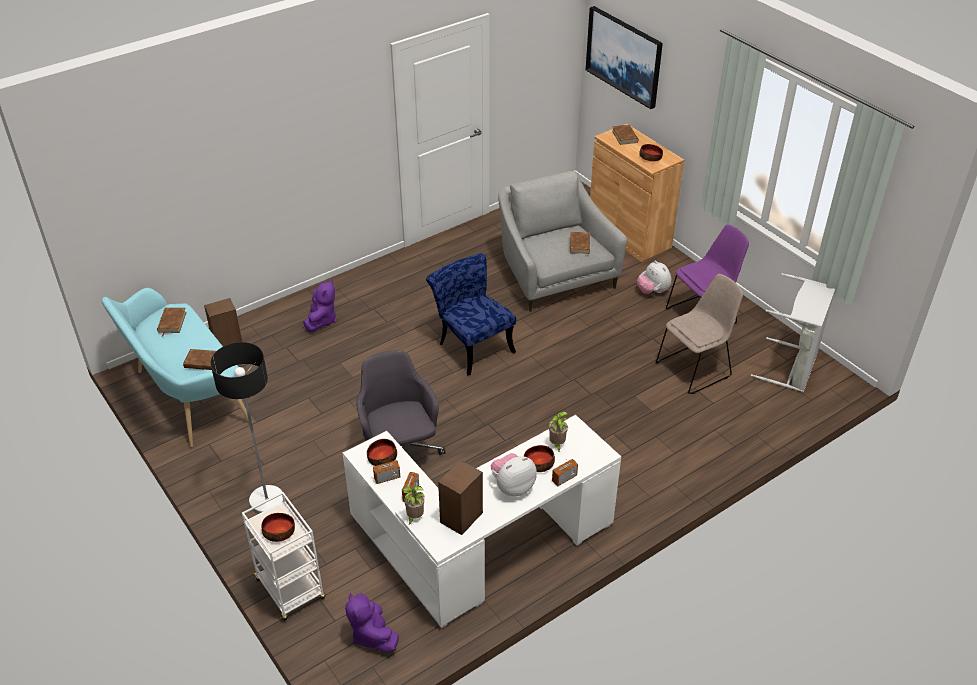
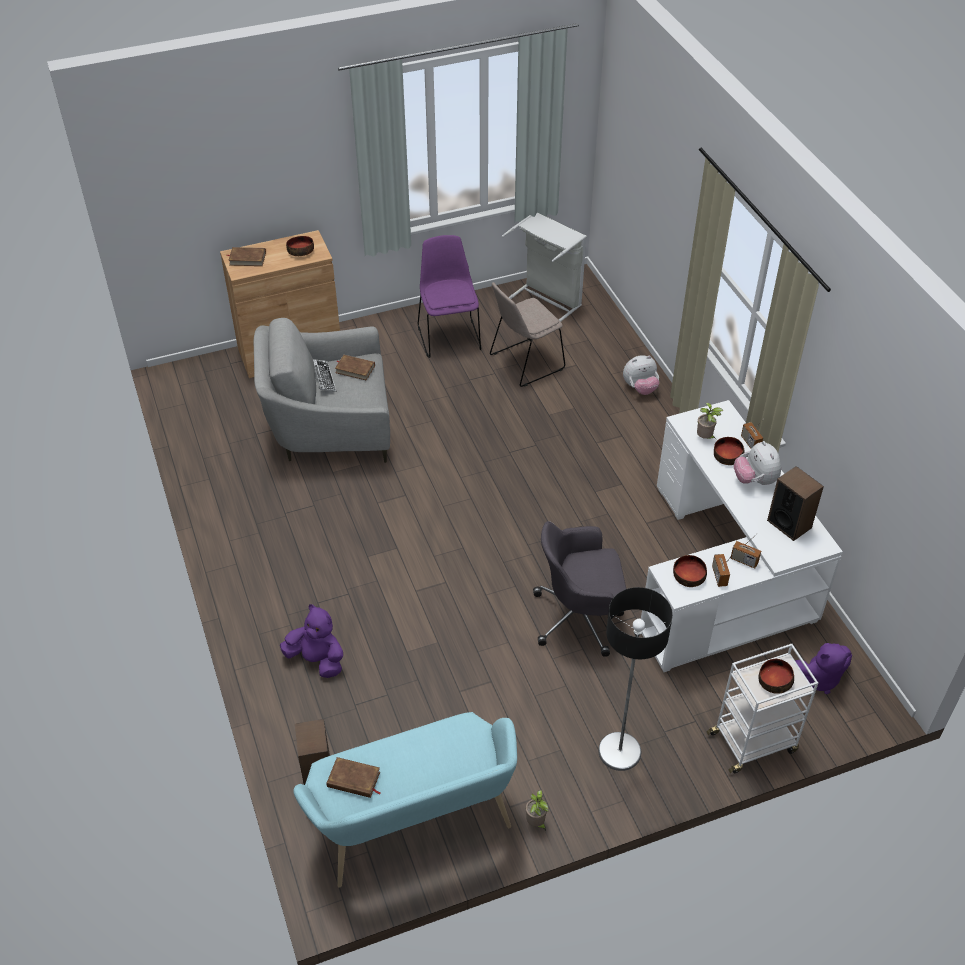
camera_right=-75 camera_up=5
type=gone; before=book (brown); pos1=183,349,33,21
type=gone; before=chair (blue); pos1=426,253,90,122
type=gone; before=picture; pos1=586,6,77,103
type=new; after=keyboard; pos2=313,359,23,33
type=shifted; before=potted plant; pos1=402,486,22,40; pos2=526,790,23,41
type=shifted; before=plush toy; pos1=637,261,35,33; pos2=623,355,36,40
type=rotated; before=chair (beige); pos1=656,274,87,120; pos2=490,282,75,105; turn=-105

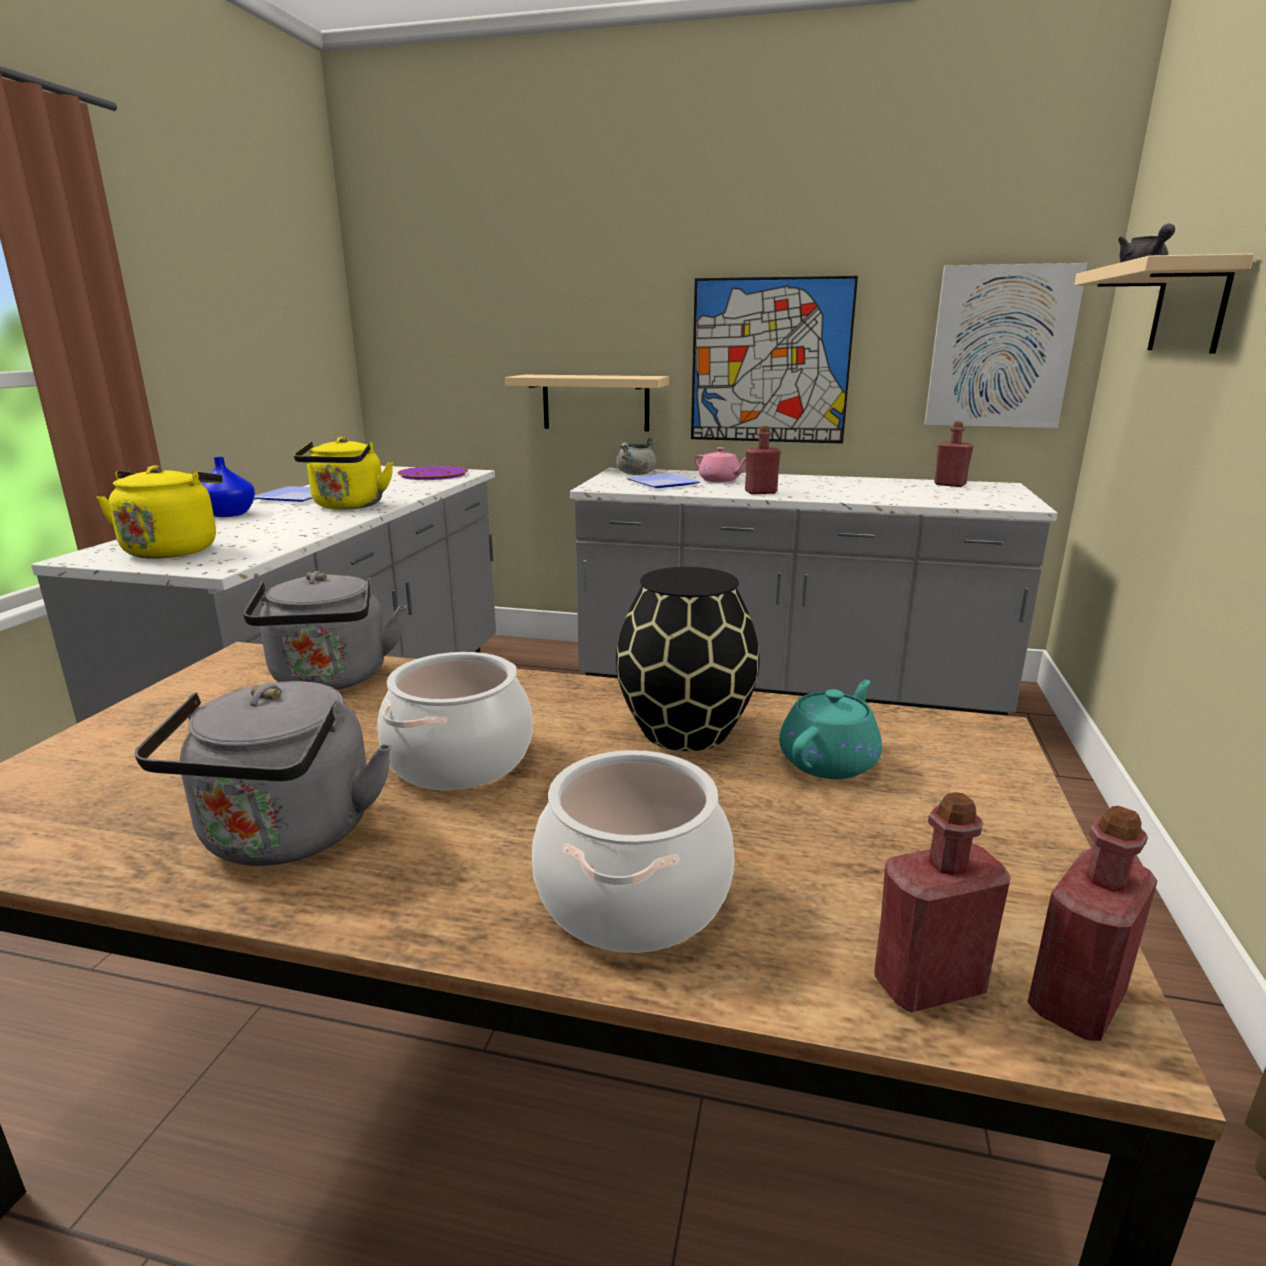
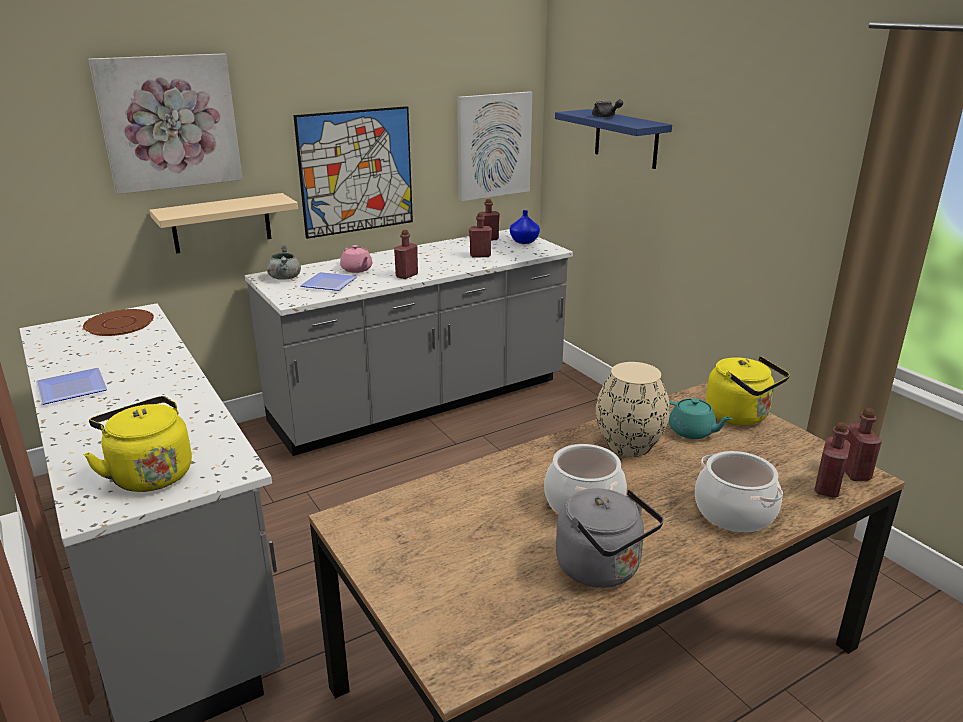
camera_right=-45 camera_up=5
type=gone; before=kettle (grey); pos1=243,571,163,119
type=new; after=picture; pos2=88,53,155,141
type=new; after=bottle (red); pos2=469,213,23,45
type=shifted; before=vase (blue); pos1=201,457,54,60; pos2=510,210,30,34
type=shifted; before=kettle (yellow); pos1=294,437,100,73; pos2=706,356,84,69
type=repainted; before=plate (purple); after=plate (brown); pos1=398,466,70,14; pos2=83,309,71,27
type=repainted; before=vase (black); after=vase (beige); pos1=616,567,144,184; pos2=596,362,74,95
type=repainted; before=shelf (beige); after=shelf (blue); pos1=1074,253,180,101; pos2=555,109,117,60
type=rotated; before=teapot (pink); pos1=694,447,52,35; pos2=340,245,32,28; turn=60
type=rotated; before=teapot (turquoise); pos1=779,680,103,99; pos2=669,398,64,41; turn=135

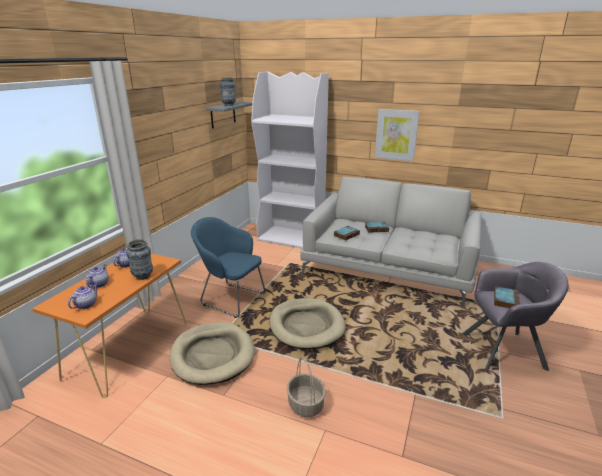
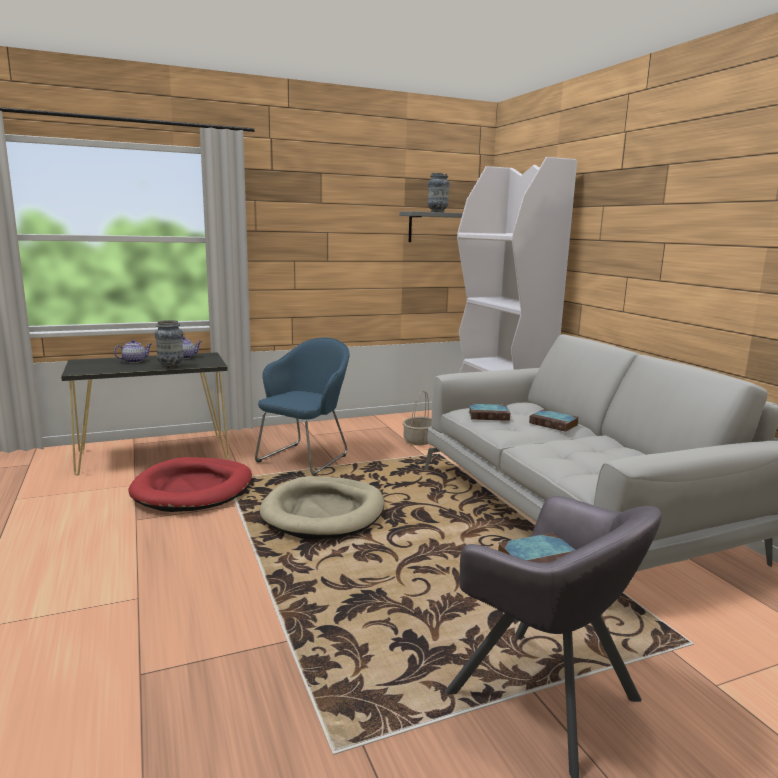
camera_right=45 camera_up=-10
type=gone; before=teapot; pos1=68,283,30,26
type=gone; before=picture; pos1=375,109,45,52
type=shifted; before=basket; pos1=287,356,38,61; pos2=403,390,29,55
type=repainted; before=console table (orange); after=console table (black); pos1=32,253,155,145; pos2=61,352,168,123
type=repainted; before=dog bed (beige); after=dog bed (red); pos1=170,322,85,63; pos2=128,457,124,55
type=rotated; before=armchair (blue); pos1=191,217,75,101; pos2=255,337,94,138; turn=45

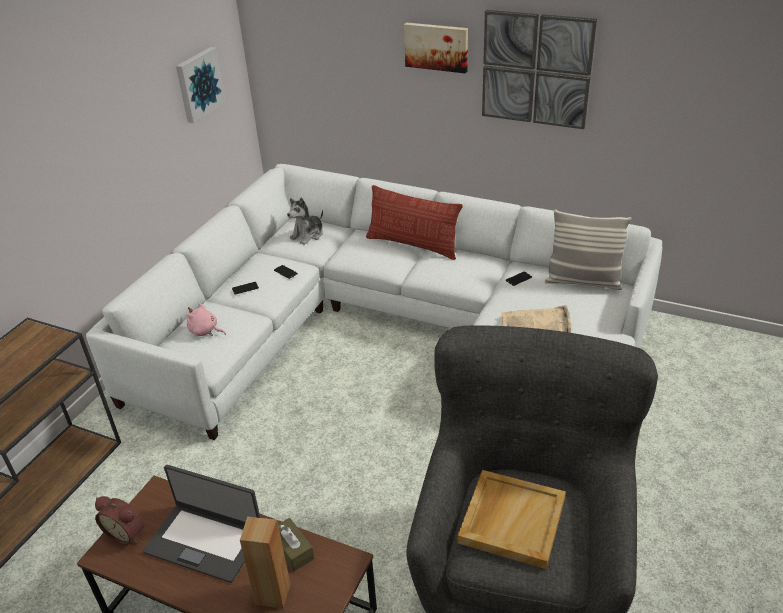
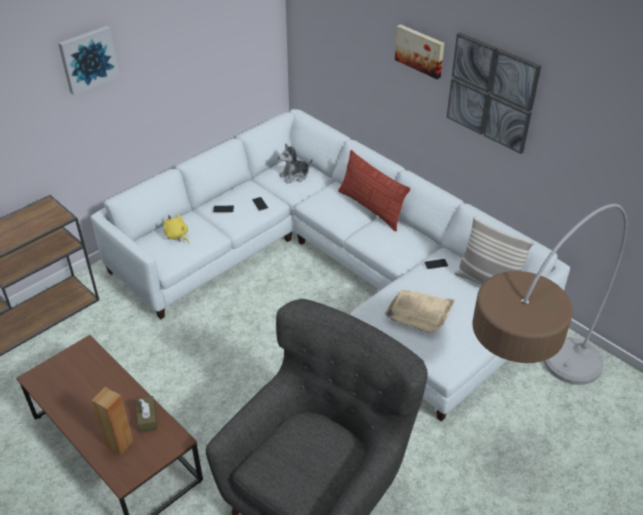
camera_right=20 camera_up=5
type=gone; before=alarm clock; pos1=95,496,49,49
type=gone; before=laptop; pos1=143,465,117,118
type=gone; before=tray (beige); pos1=458,470,108,99
type=new; after=floor lamp; pos2=472,204,155,181
type=shifted; before=picture; pos1=176,47,50,76; pos2=58,26,62,69
type=repainted; before=plush toy (pink); after=plush toy (yellow); pos1=186,302,40,34; pos2=164,214,25,29

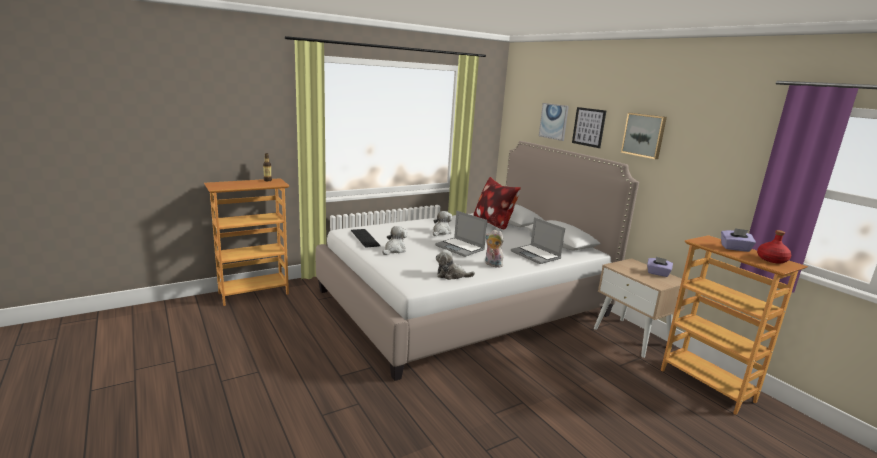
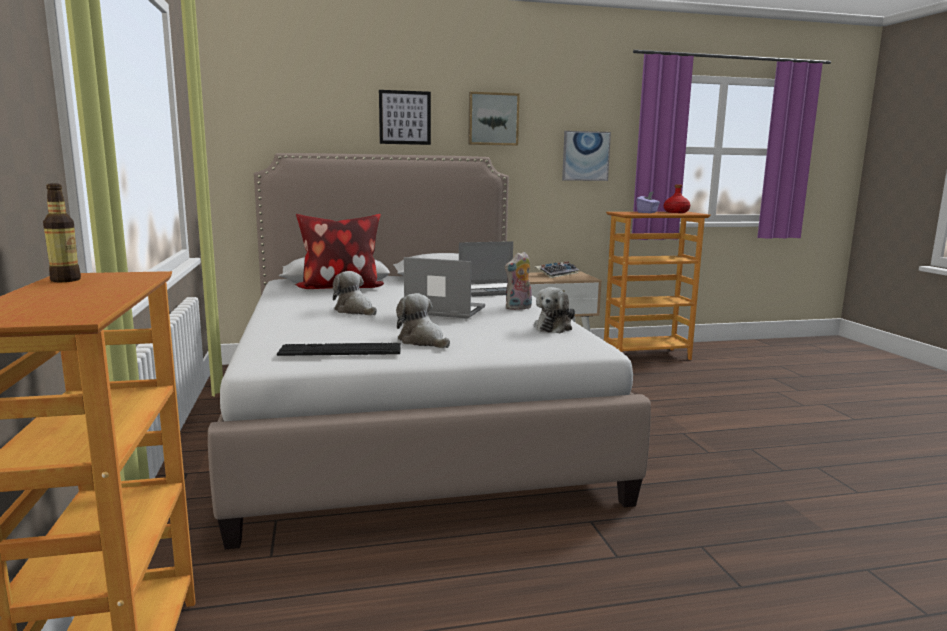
camera_right=-70 camera_up=-5
type=shifted; before=picture; pos1=539,103,30,38; pos2=562,131,49,50
type=swapped; before=tissue box (purple); after=keyboard; pos1=647,257,26,20; pos2=535,261,44,17
type=rotated; before=laptop; pos1=435,211,52,46; pos2=404,257,81,62; turn=-135

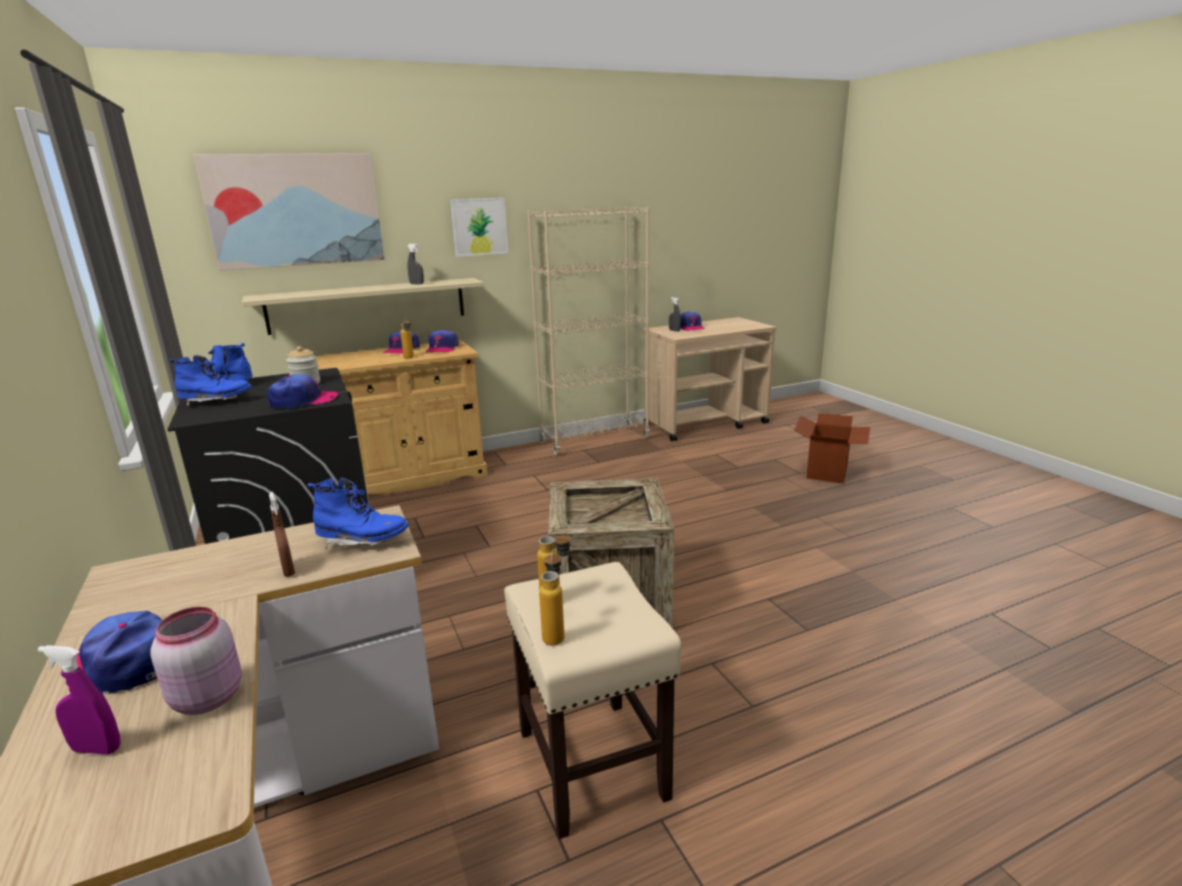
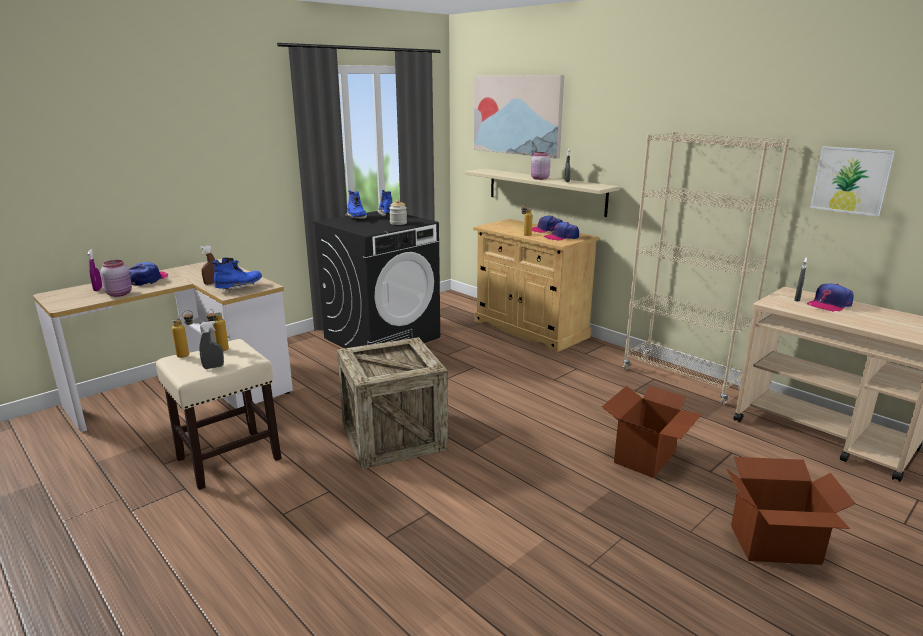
camera_right=70 camera_up=0
type=gone; before=cap; pos1=267,374,71,35
type=new; after=spray bottle (grey); pos2=199,321,25,48
type=new; after=jar (pink); pos2=531,152,19,28
type=new; after=cardboard box; pos2=602,386,100,92
type=shifted; before=picture; pos1=450,198,58,59; pos2=810,146,85,71
type=rotated; before=boot (blue); pos1=308,478,101,71; pos2=212,257,50,36; turn=-120

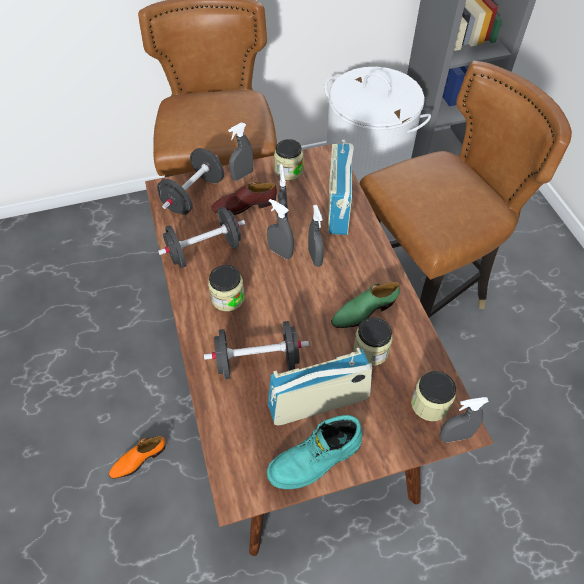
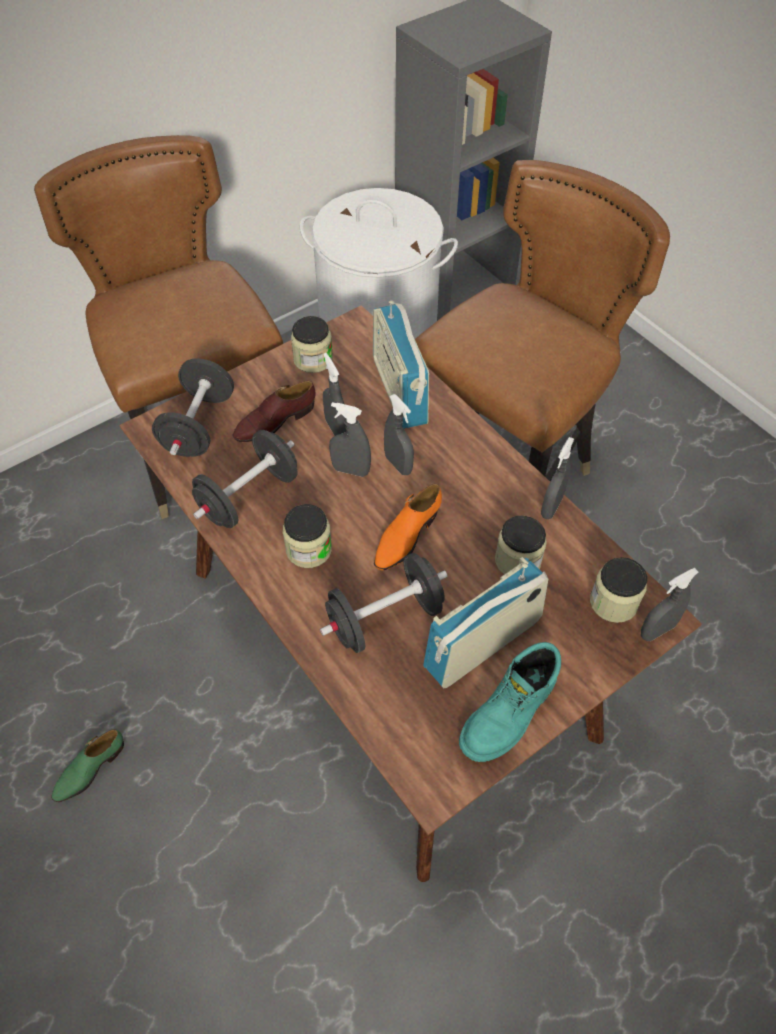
camera_right=-20 camera_up=0
type=shifted; before=shoe (orange); pos1=109,436,57,43; pos2=374,484,68,86
type=shifted; before=spray bottle (grey); pos1=228,123,25,58; pos2=541,437,33,82
type=shifted; before=shoe (green); pos1=331,282,69,46; pos2=51,729,73,73

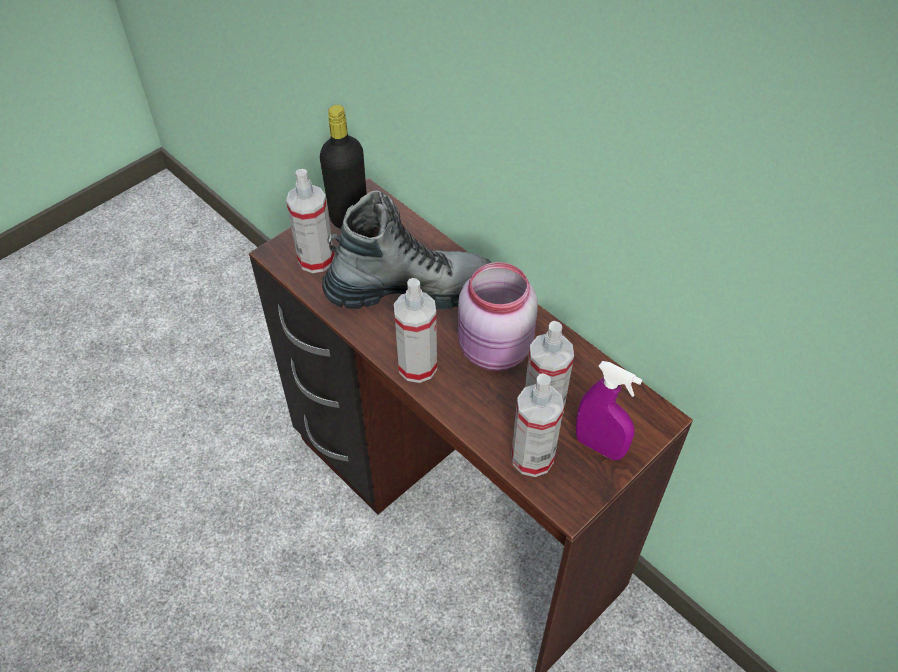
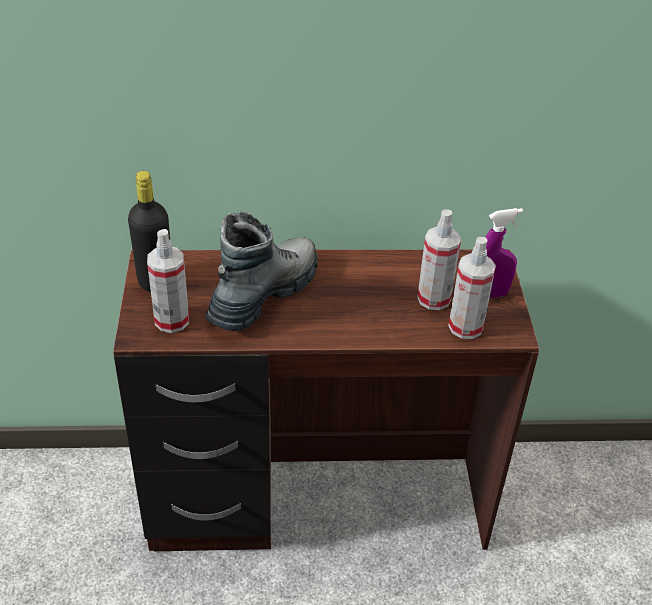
camera_right=-50 camera_up=-10
type=gone; before=spray bottle; pos1=394,278,43,105
type=gone; before=jar (pink); pos1=458,262,80,109

